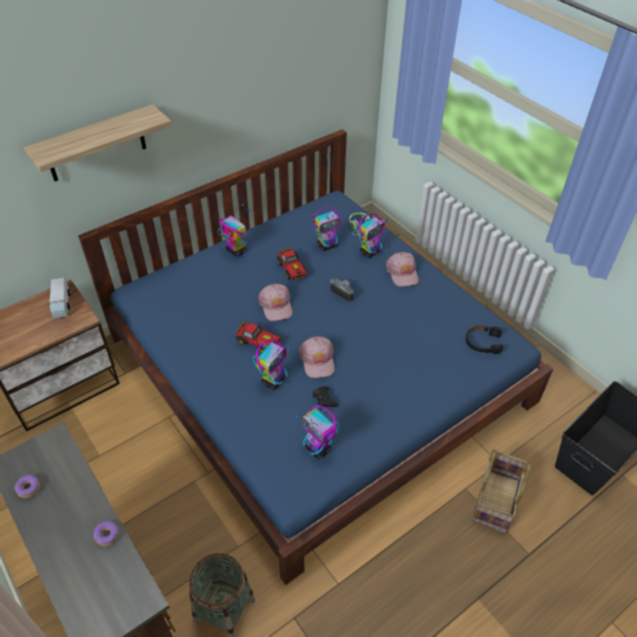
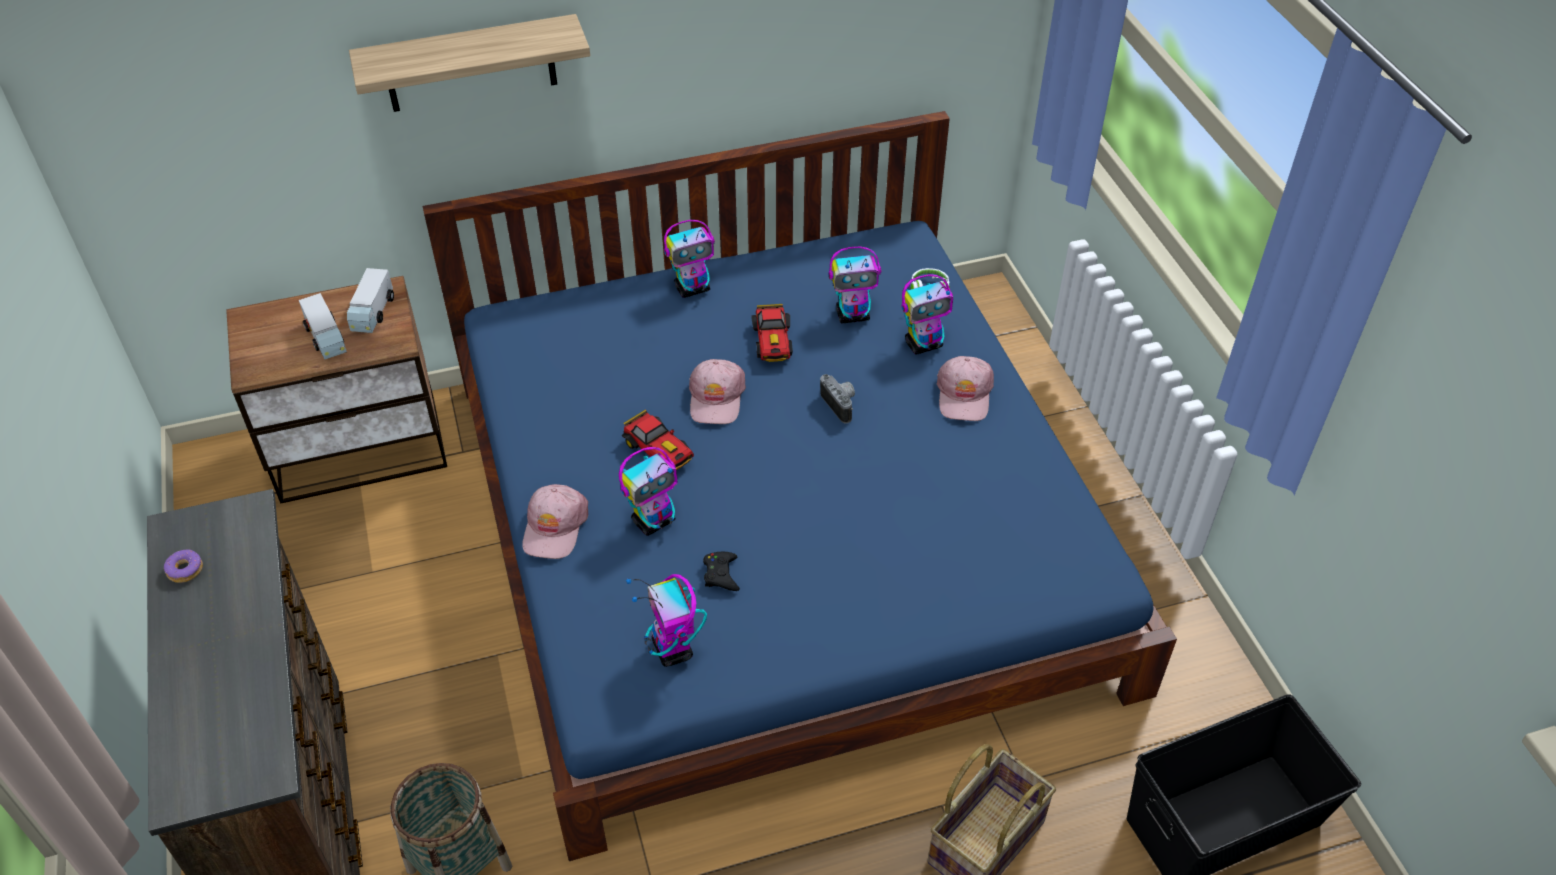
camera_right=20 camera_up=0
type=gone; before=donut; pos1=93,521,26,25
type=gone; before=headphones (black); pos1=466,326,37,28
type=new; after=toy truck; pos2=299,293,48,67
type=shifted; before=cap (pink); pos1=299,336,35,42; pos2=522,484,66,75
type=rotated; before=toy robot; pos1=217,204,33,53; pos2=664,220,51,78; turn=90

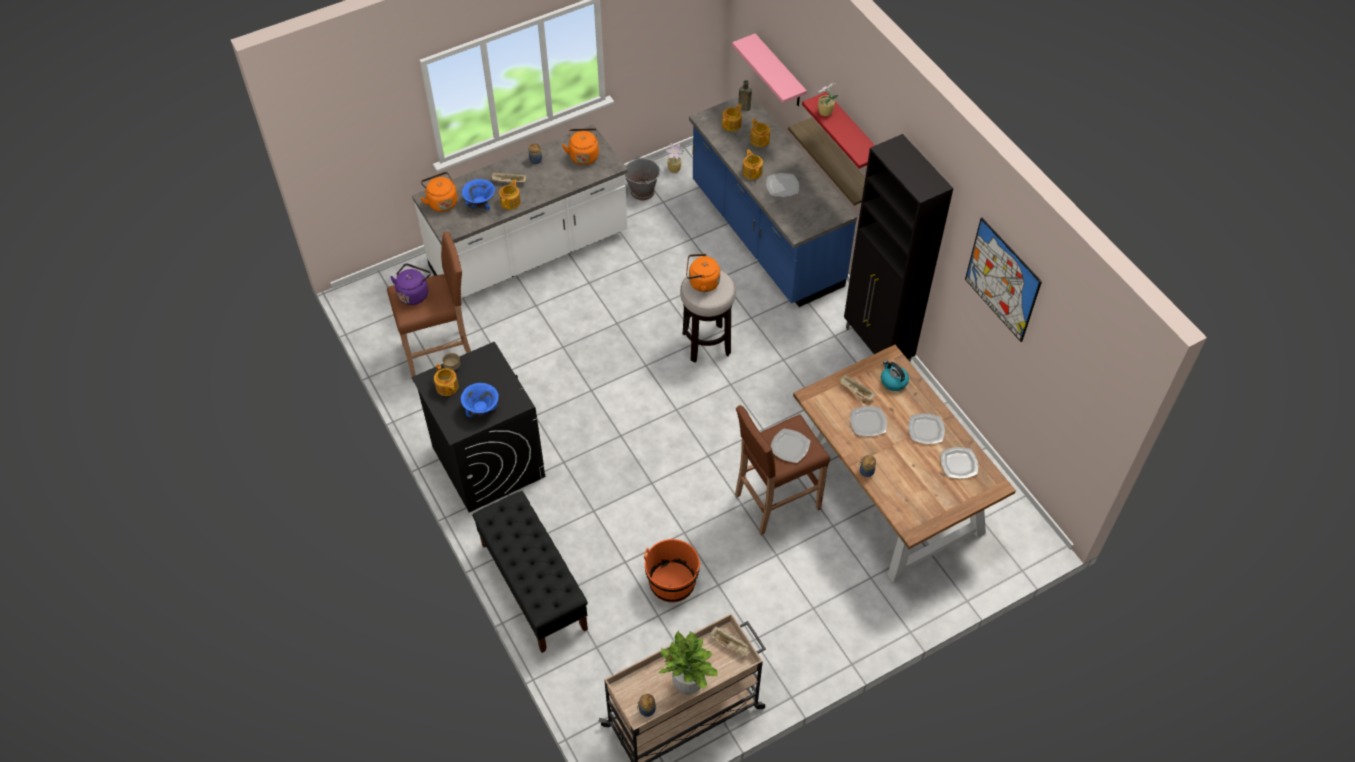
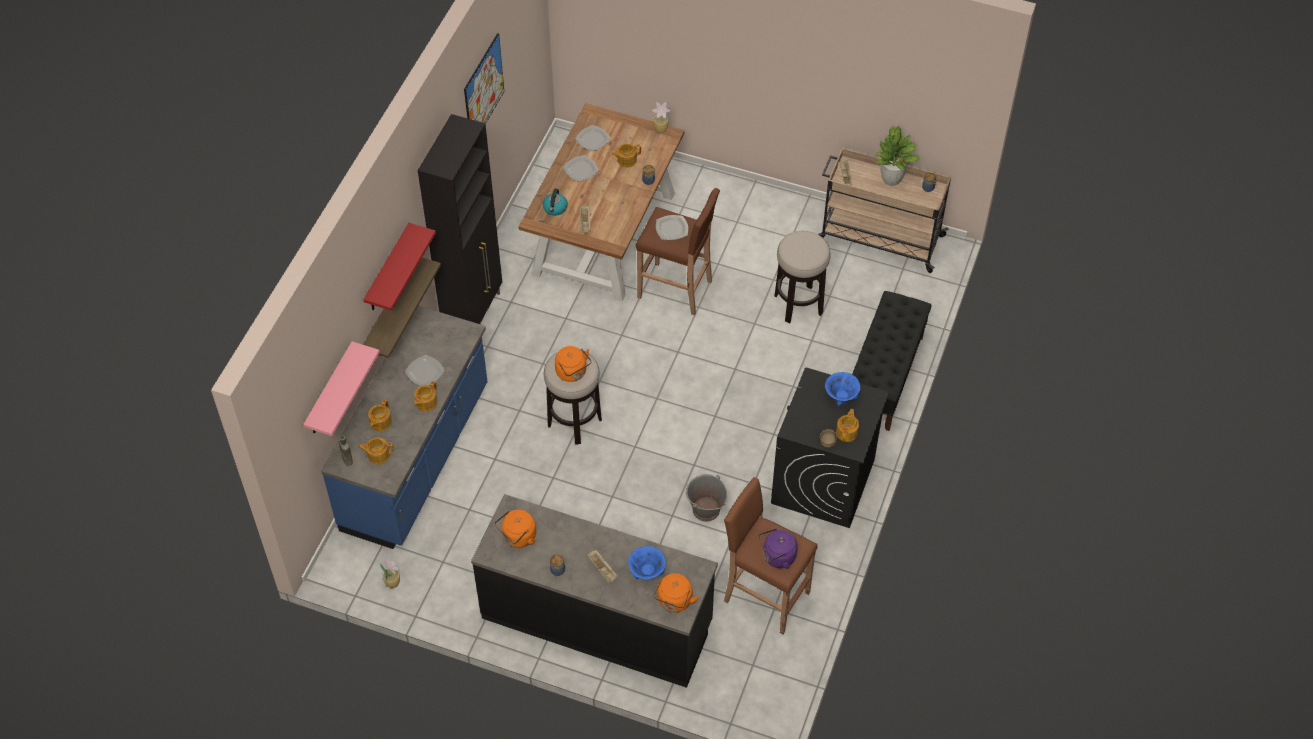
camera_right=-130 camera_up=0
type=gone; before=plate; pos1=850,406,37,30
type=shifted; before=teapot; pos1=499,179,22,31; pos2=612,144,29,23
type=shifted; before=bucket (grey); pos1=625,156,36,45; pos2=686,474,41,48
type=shifted; before=potted plant; pos1=818,83,21,33; pos2=652,102,19,31
type=swapped; before=bucket (orange); after=stool; pos1=644,539,57,64; pos2=774,231,57,92
type=repainted; before=counter (white); after=counter (black); pos1=412,124,216,174; pos2=471,494,247,194

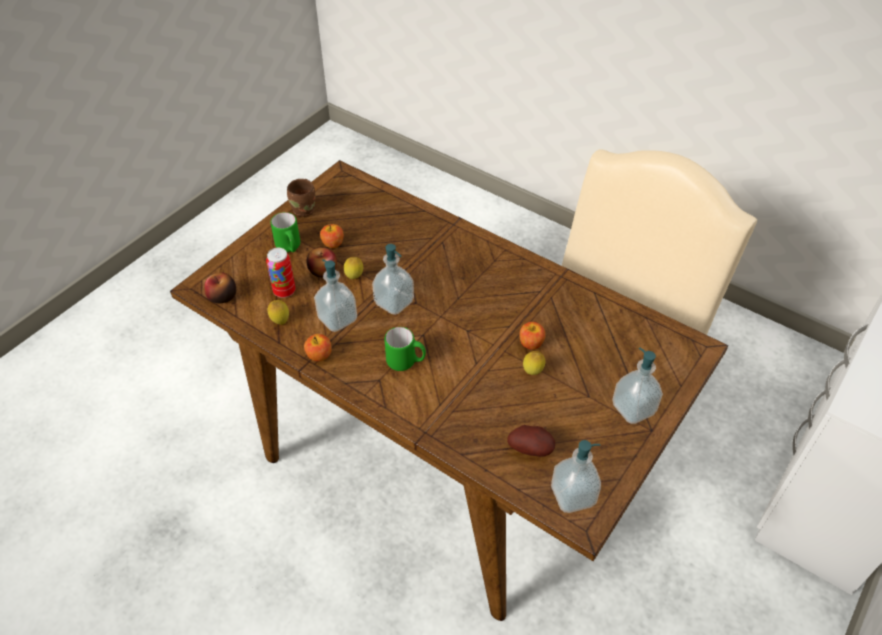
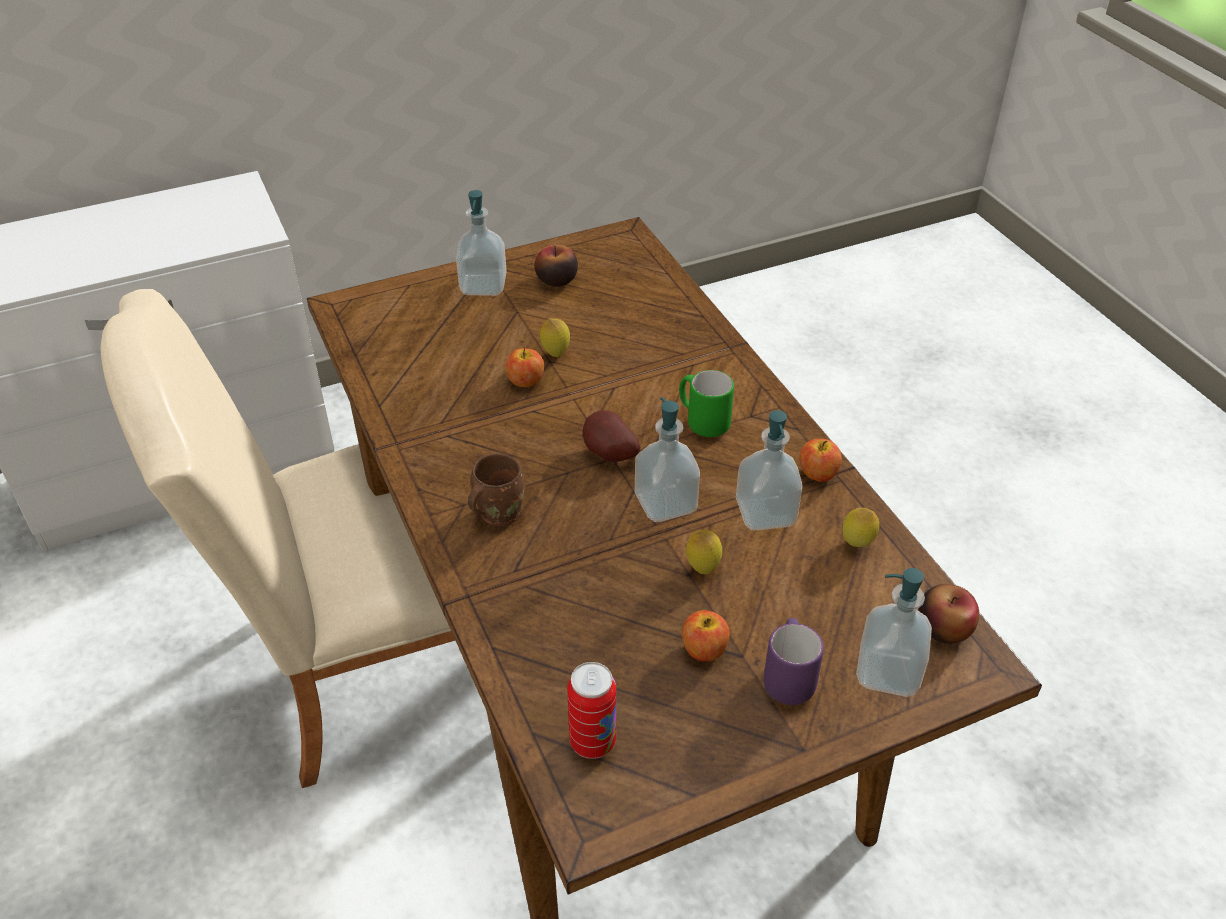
camera_right=-150 camera_up=-5
type=shifted; before=can; pos1=266,248,30,50; pos2=567,662,49,97
type=shifted; before=mug (brown); pos1=287,179,28,38; pos2=468,454,56,72
type=shifted; before=apple; pos1=307,247,30,31; pos2=535,245,43,42
type=shifted; before=potato; pos1=507,425,48,32; pos2=583,410,57,52
type=shifted; before=soap dispenser; pos1=551,440,50,73; pos2=856,568,76,129
type=repainted; before=mug (green); after=mug (purple); pos1=271,212,29,40; pos2=764,618,60,87

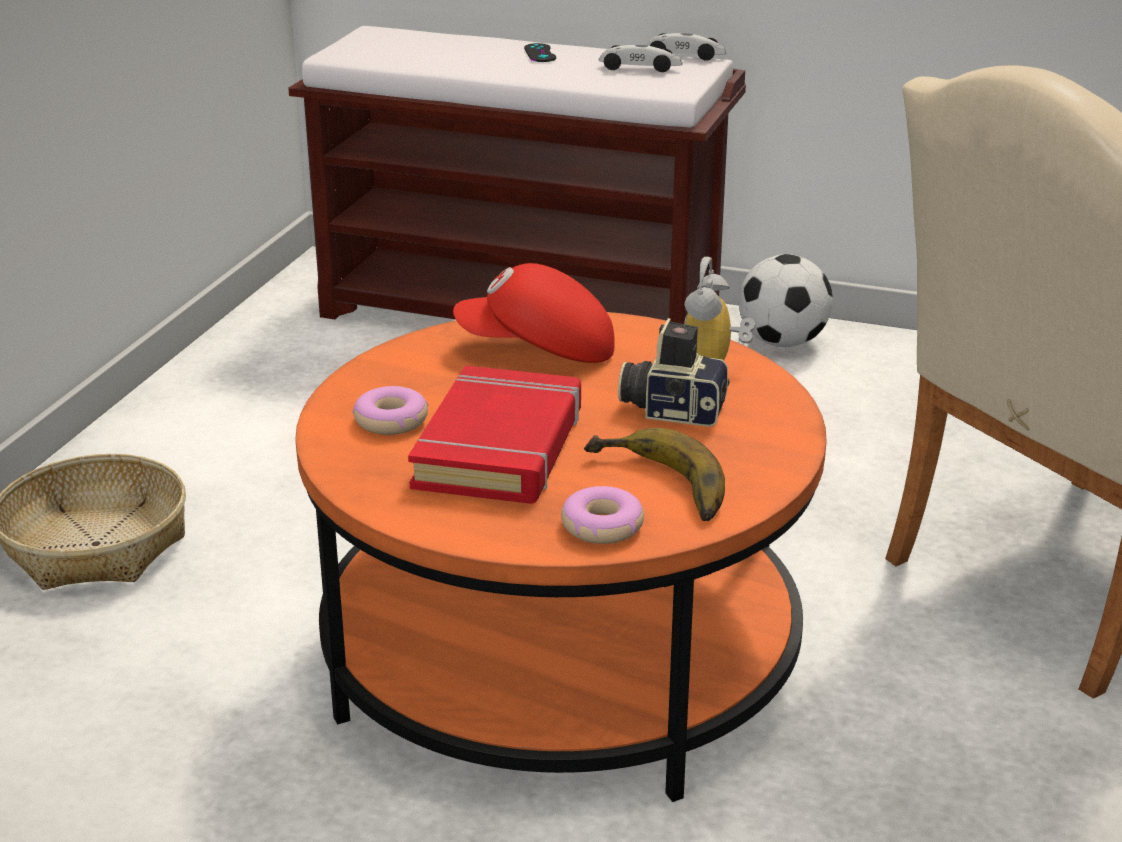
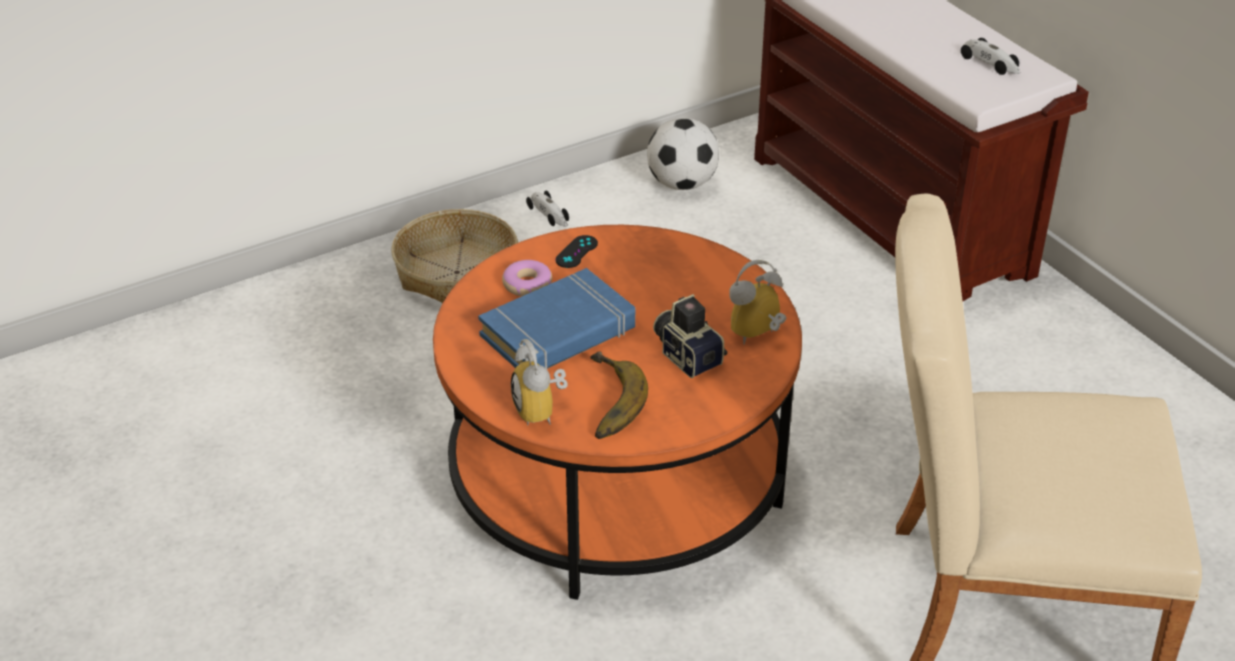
camera_right=40 camera_up=10
type=gone; before=cap (red); pos1=453,263,162,100
type=shifted; before=game controller (black); pos1=524,43,32,19; pos2=555,235,43,33
type=shifted; before=toy car; pos1=646,33,81,28; pos2=526,191,43,36
type=shifted; before=football; pos1=739,254,94,93; pos2=647,118,72,72
type=swapped; before=donut; after=alarm clock; pos1=561,486,83,58; pos2=511,339,57,86
type=repainted; before=book (red); after=book (blue); pos1=408,365,173,139; pos2=478,268,157,101

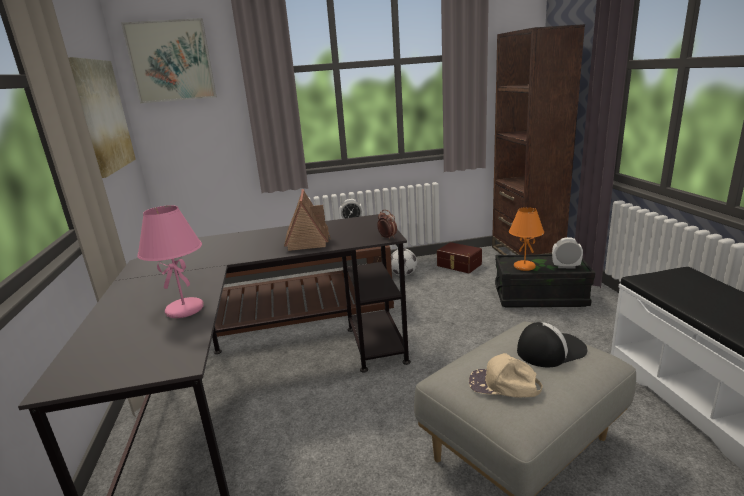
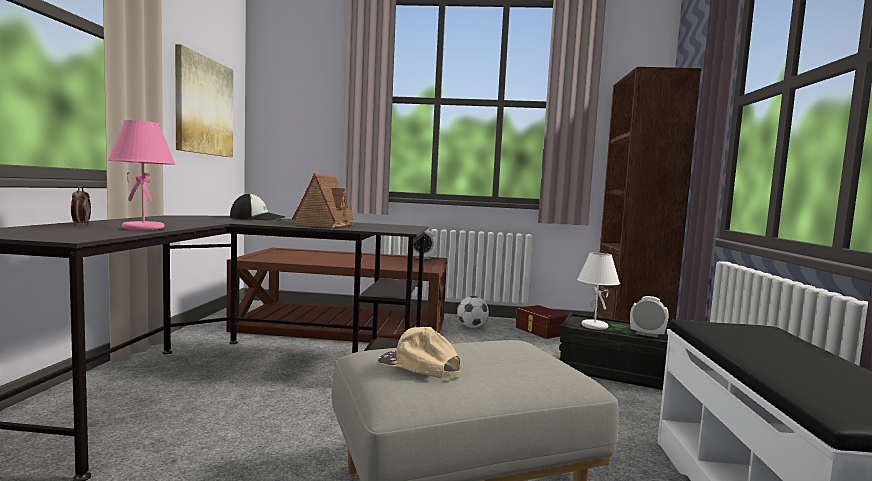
camera_right=15 camera_up=-15
type=gone; before=picture; pos1=121,18,96,85
type=shifted; before=alarm clock; pos1=377,210,20,29; pos2=71,186,20,39
type=shifted; before=cap; pos1=517,322,71,45; pos2=230,193,55,28
type=repainted; before=table lamp (orange); after=table lamp (white); pos1=509,207,35,64; pos2=577,253,43,77

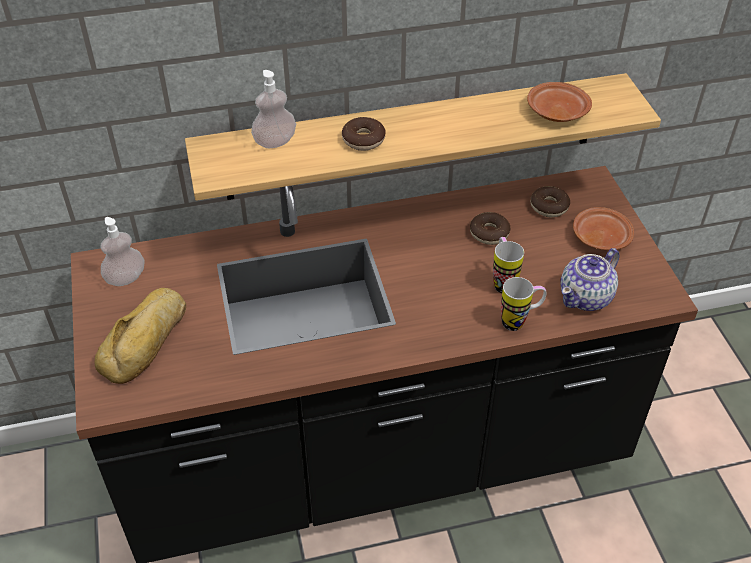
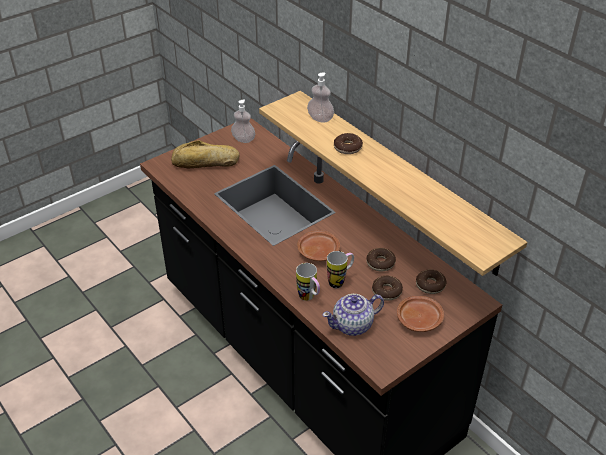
camera_right=65 camera_up=-5
type=new; after=donut; pos2=372,275,31,26
type=shifted; before=plate (brown); pos1=527,82,65,40; pos2=298,230,42,31
type=rotated; before=teapot; pos1=560,248,59,63; pos2=322,294,62,42; turn=-45

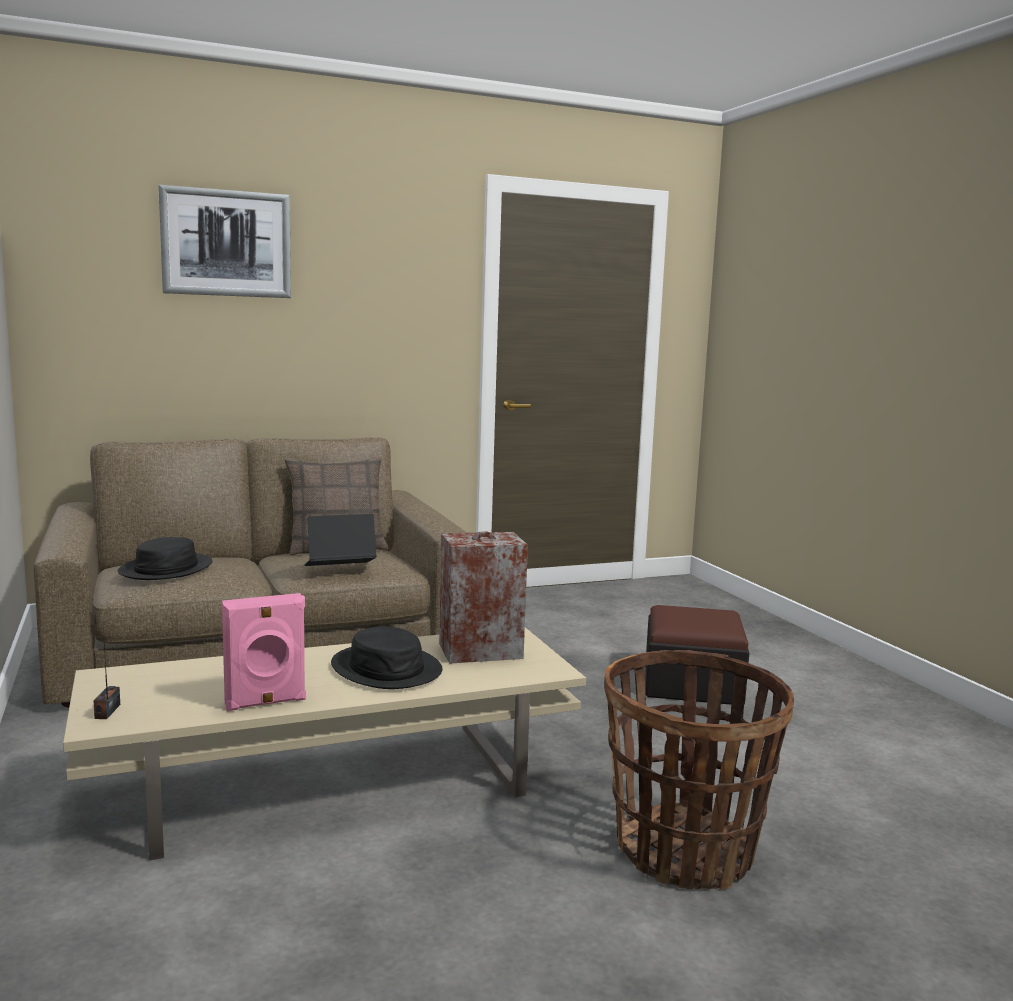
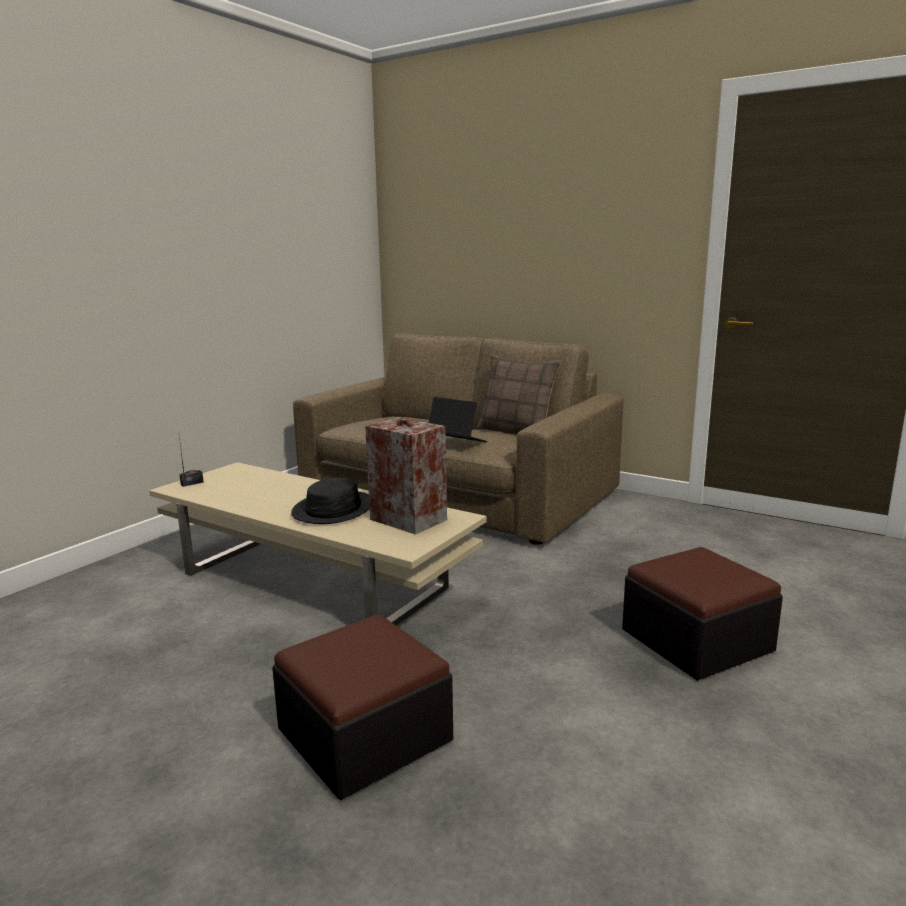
camera_right=55 camera_up=5
type=gone; before=hat (black); pos1=118,537,95,43
type=gone; before=picture; pos1=159,185,132,113
type=gone; before=speaker (pink); pos1=222,593,84,118
type=swapped; before=basket; after=ottoman; pos1=604,650,190,240; pos2=272,614,181,186

